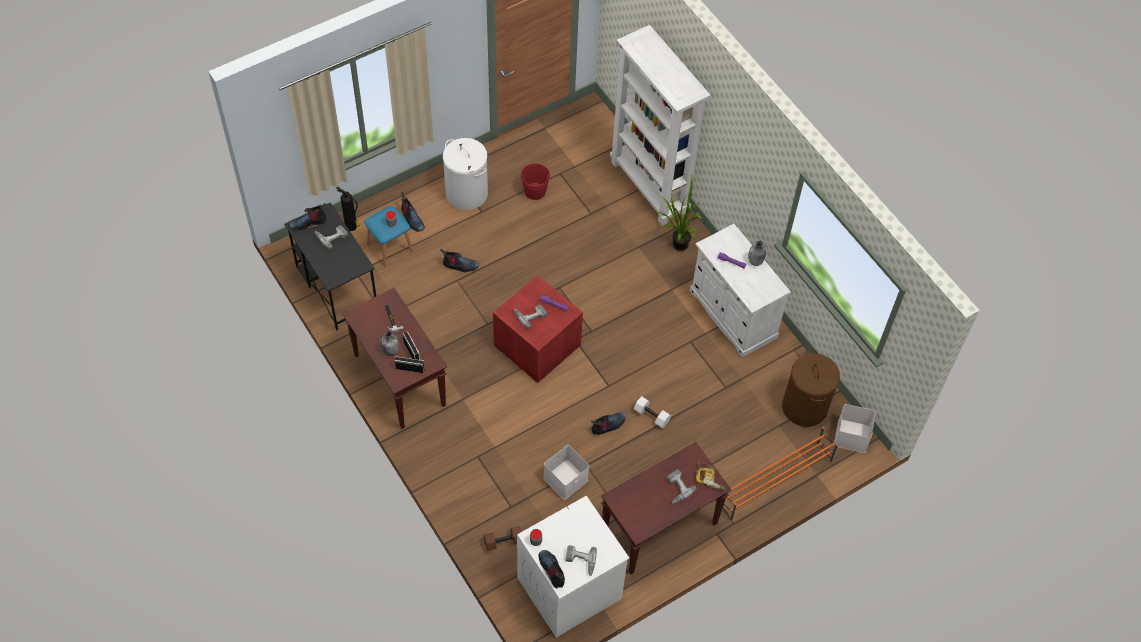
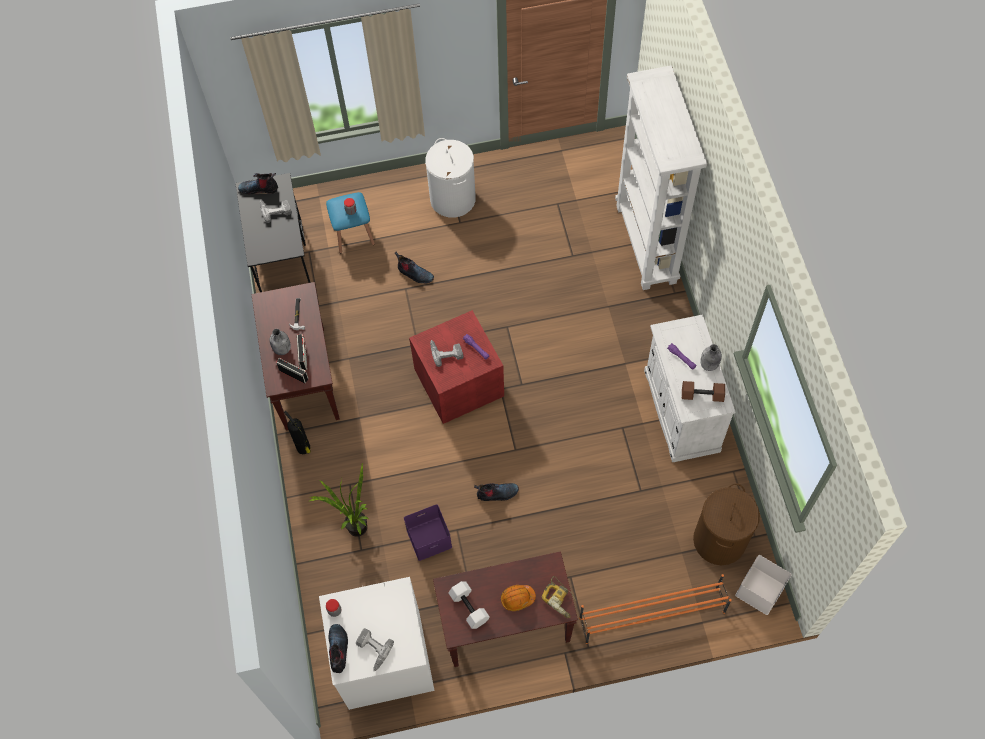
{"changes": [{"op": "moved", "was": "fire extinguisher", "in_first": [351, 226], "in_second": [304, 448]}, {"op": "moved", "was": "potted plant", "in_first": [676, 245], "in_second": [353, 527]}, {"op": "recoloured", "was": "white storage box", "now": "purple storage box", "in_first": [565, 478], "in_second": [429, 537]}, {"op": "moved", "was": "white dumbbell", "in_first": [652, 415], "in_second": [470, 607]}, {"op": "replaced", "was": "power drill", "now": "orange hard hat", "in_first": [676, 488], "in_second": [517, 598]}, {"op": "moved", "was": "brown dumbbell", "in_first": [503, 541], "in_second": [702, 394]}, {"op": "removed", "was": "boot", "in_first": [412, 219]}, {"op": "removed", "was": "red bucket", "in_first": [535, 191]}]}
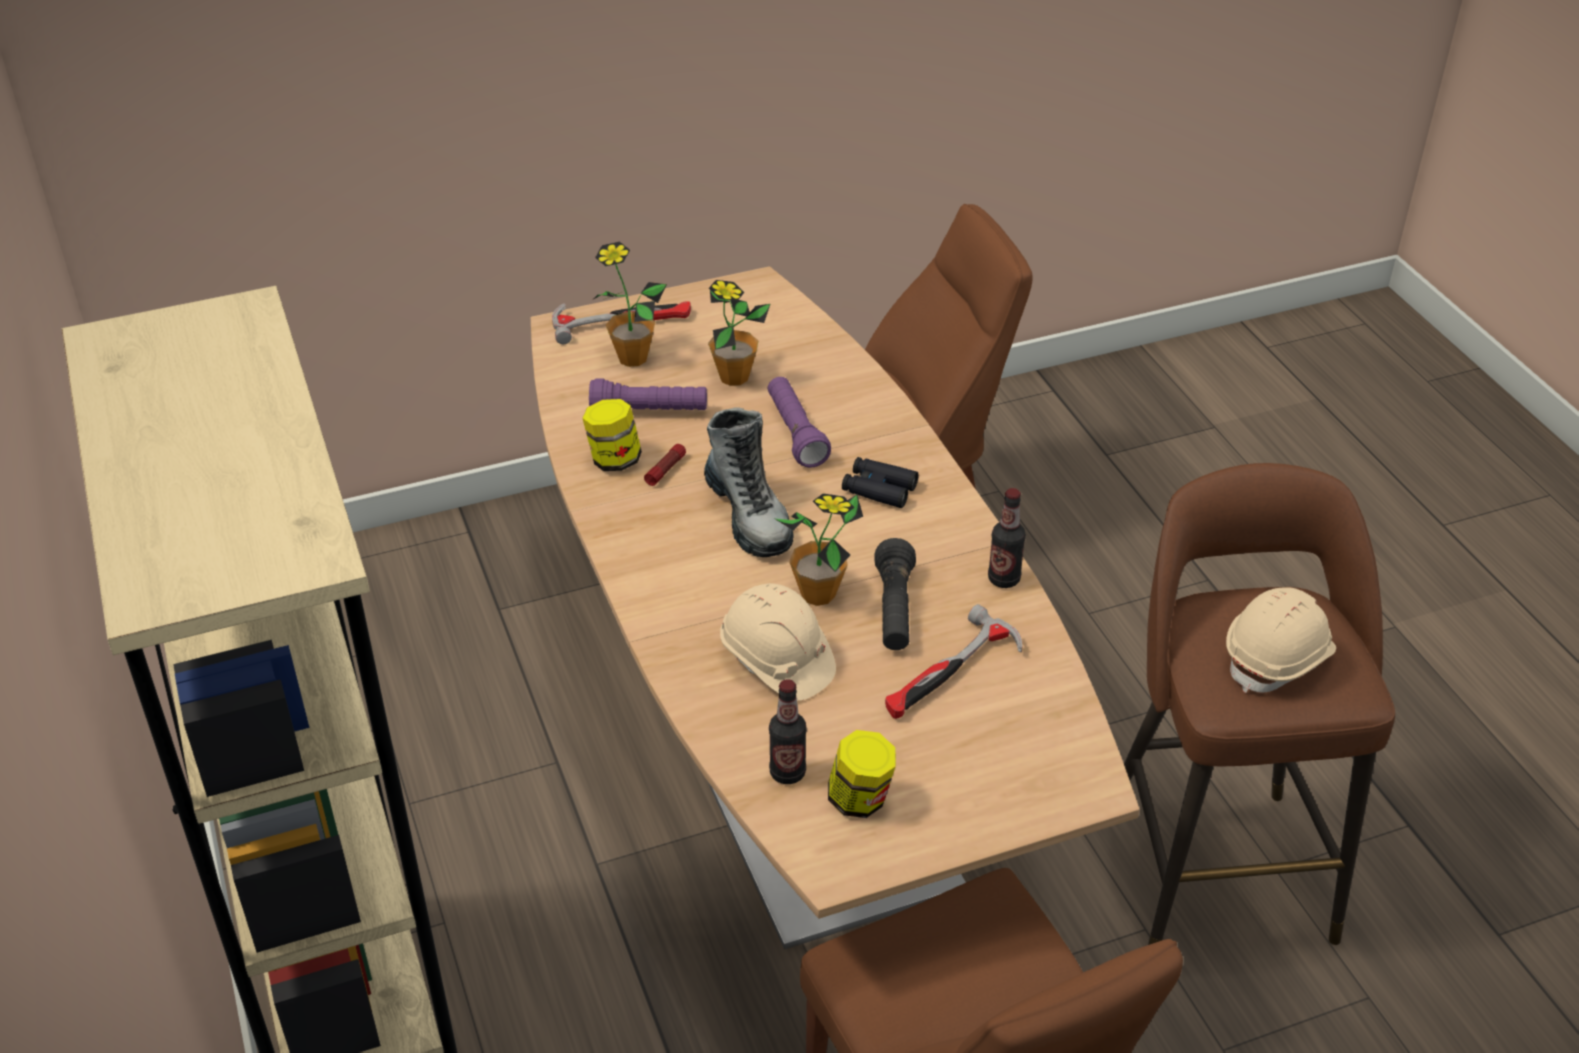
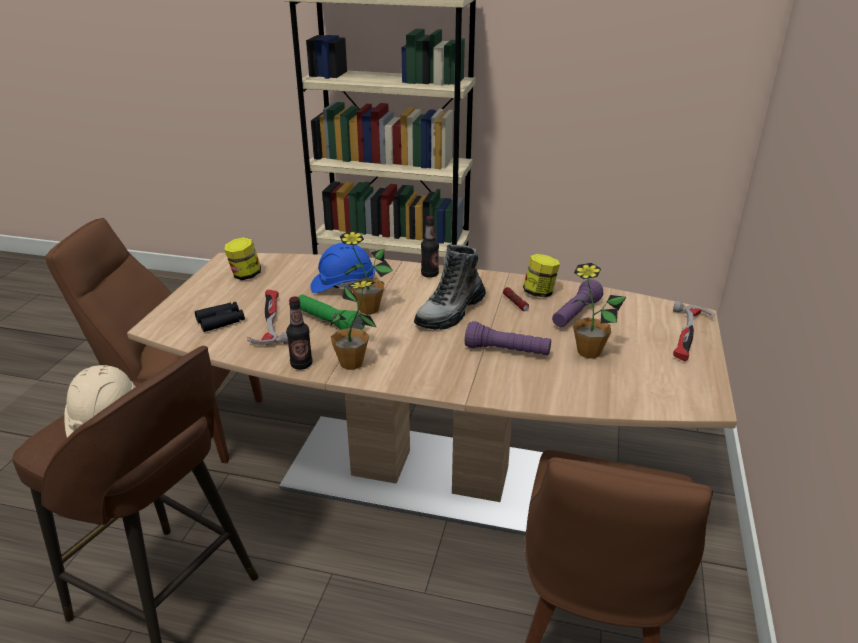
{"changes": [{"op": "moved", "was": "black binoculars", "in_first": [879, 489], "in_second": [221, 321]}, {"op": "recoloured", "was": "black flashlight", "now": "green flashlight", "in_first": [894, 610], "in_second": [328, 324]}, {"op": "recoloured", "was": "beige hard hat", "now": "blue hard hat", "in_first": [776, 660], "in_second": [343, 285]}, {"op": "moved", "was": "potted plant", "in_first": [632, 358], "in_second": [351, 363]}, {"op": "turned", "was": "boot", "in_first": [749, 515], "in_second": [450, 312], "clockwise": -60}, {"op": "moved", "was": "bottle", "in_first": [787, 773], "in_second": [429, 274]}]}
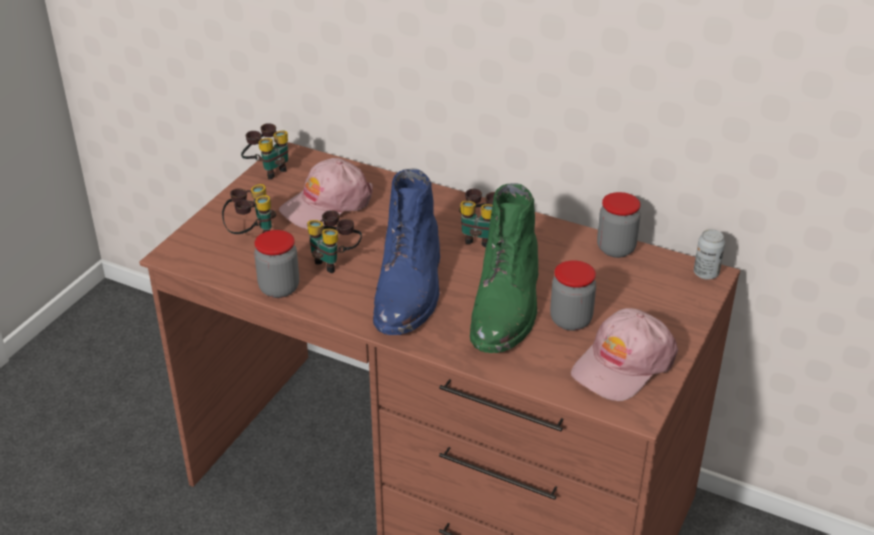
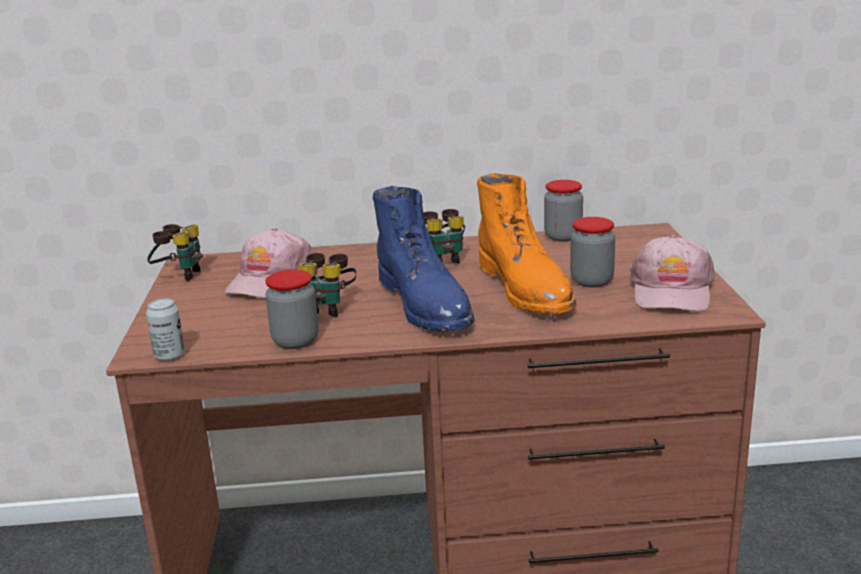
{"changes": [{"op": "moved", "was": "can", "in_first": [706, 273], "in_second": [169, 355]}, {"op": "recoloured", "was": "green boot", "now": "orange boot", "in_first": [507, 306], "in_second": [527, 289]}, {"op": "removed", "was": "binoculars", "in_first": [251, 235]}]}
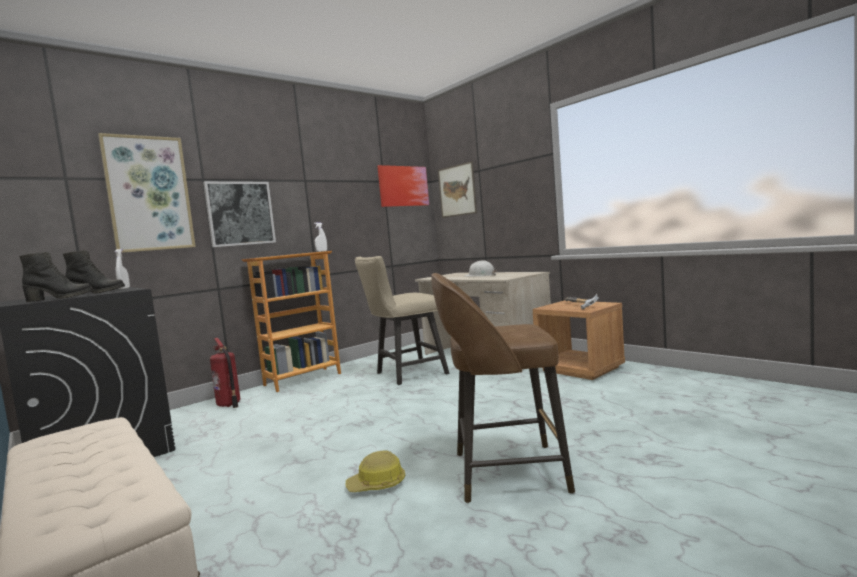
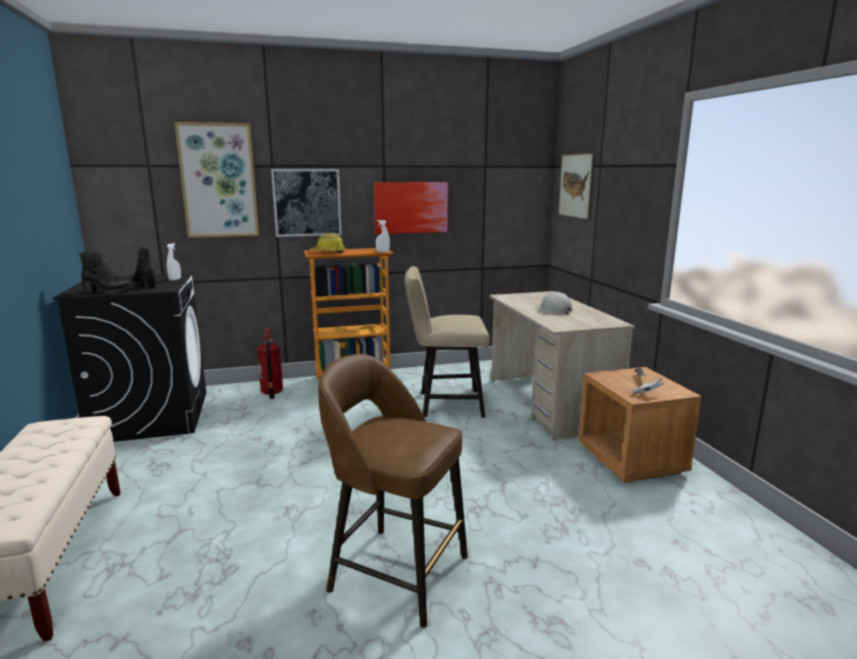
{"changes": [{"op": "turned", "was": "black boot", "in_first": [96, 293], "in_second": [144, 285], "clockwise": -150}, {"op": "moved", "was": "hard hat", "in_first": [377, 485], "in_second": [328, 252]}, {"op": "moved", "was": "picture", "in_first": [403, 186], "in_second": [411, 207]}]}
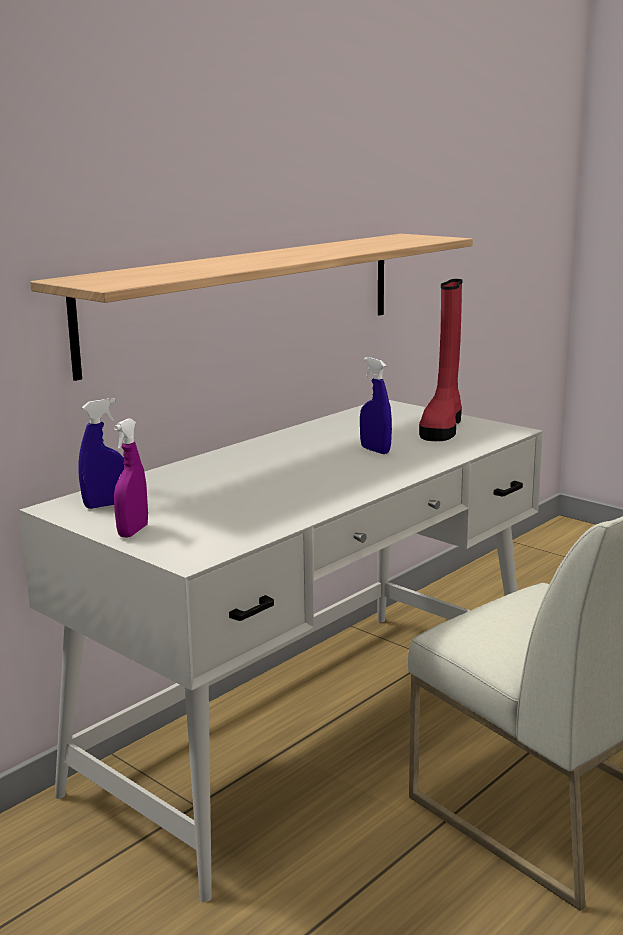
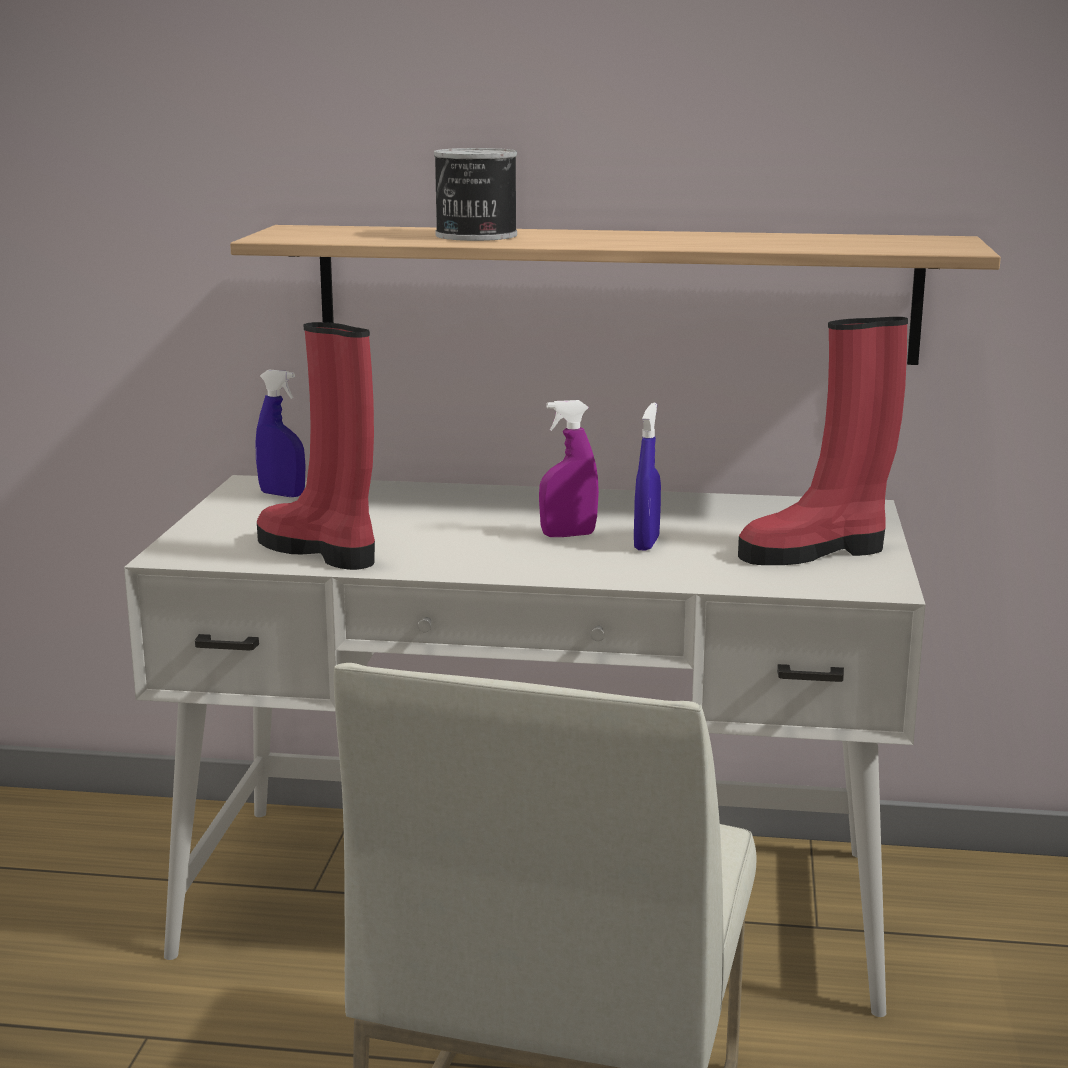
{"changes": [{"op": "added", "now": "red boot", "in_second": [320, 552]}, {"op": "added", "now": "can", "in_second": [475, 235]}, {"op": "moved", "was": "purple spray bottle", "in_first": [133, 531], "in_second": [568, 535]}]}
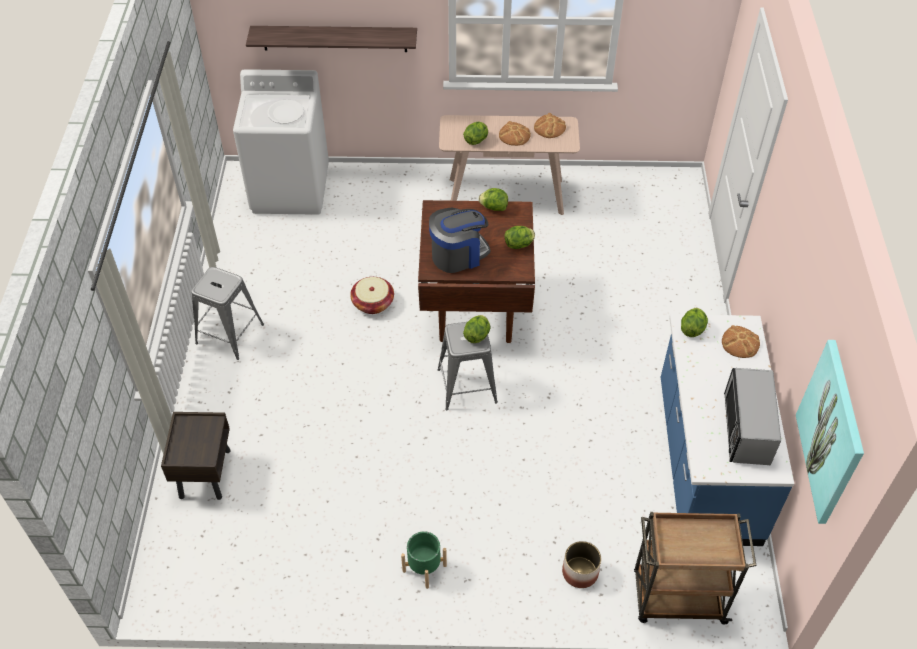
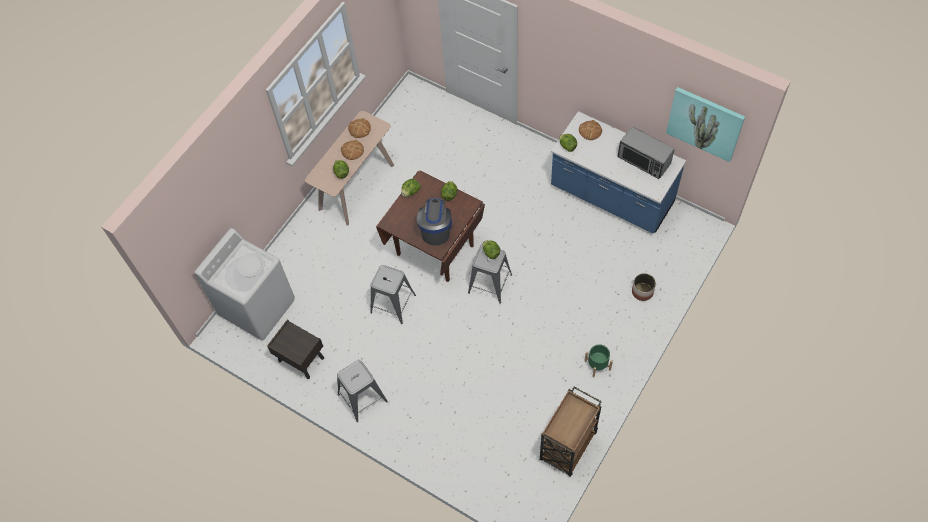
{"changes": [{"op": "moved", "was": "brown nightstand", "in_first": [205, 473], "in_second": [300, 359]}, {"op": "replaced", "was": "basket", "now": "grey stool", "in_first": [373, 303], "in_second": [393, 304]}, {"op": "moved", "was": "brown cart", "in_first": [677, 598], "in_second": [567, 447]}, {"op": "removed", "was": "shelf", "in_first": [334, 38]}]}
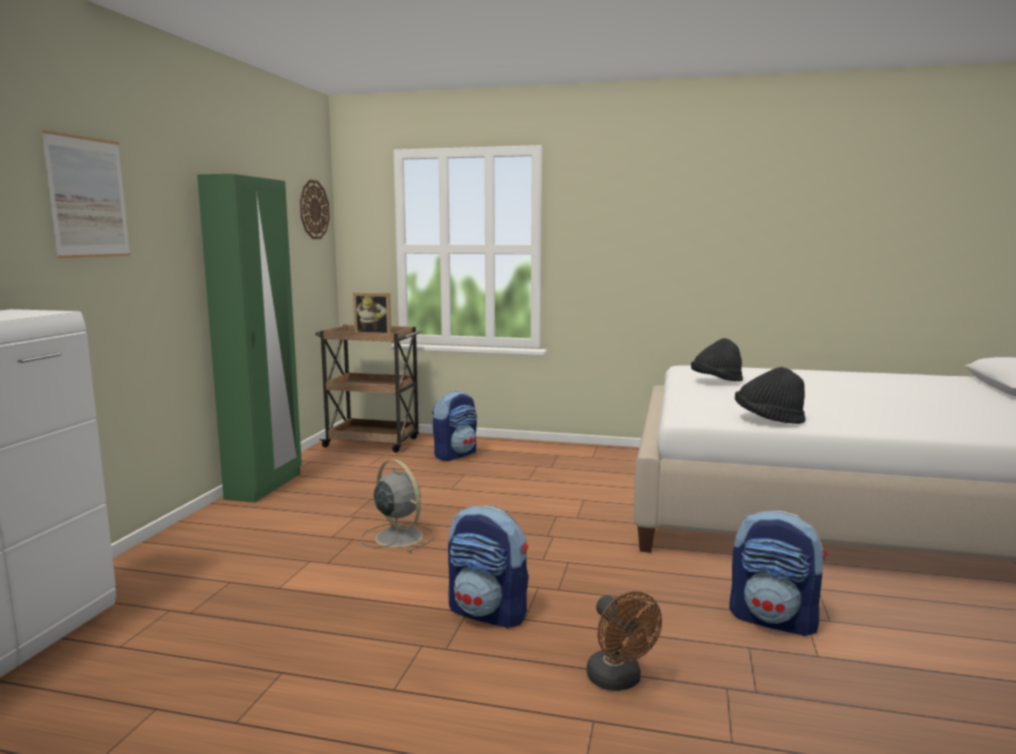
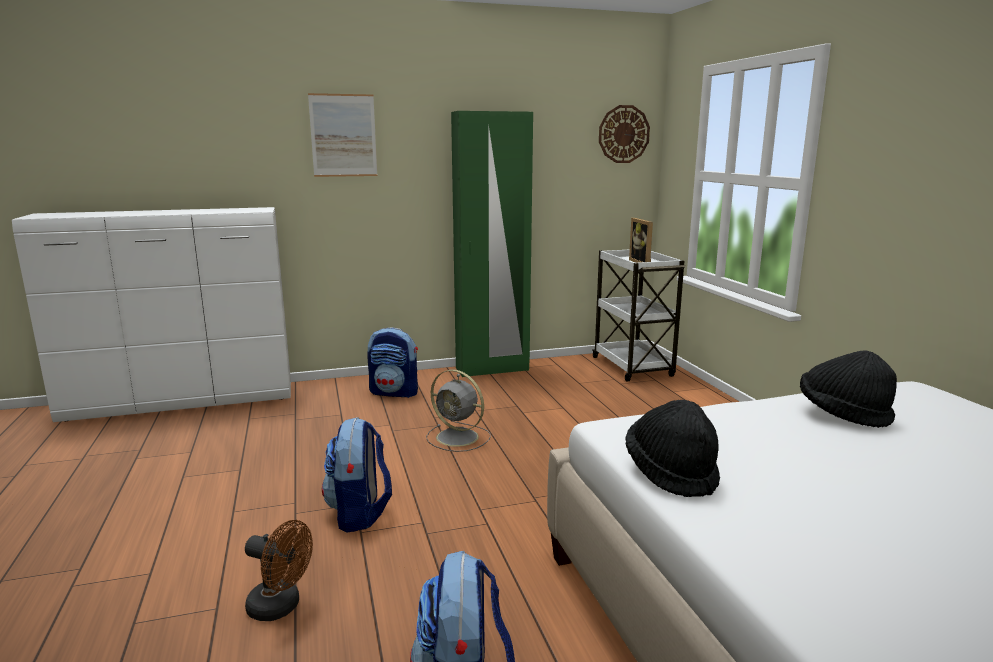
{"changes": [{"op": "turned", "was": "brown fan", "in_first": [619, 681], "in_second": [281, 607], "clockwise": -105}, {"op": "moved", "was": "backpack", "in_first": [455, 454], "in_second": [395, 392]}, {"op": "turned", "was": "grey fan", "in_first": [397, 536], "in_second": [459, 438], "clockwise": 105}, {"op": "recoloured", "was": "brown cart", "now": "white cart", "in_first": [373, 443], "in_second": [633, 367]}]}
